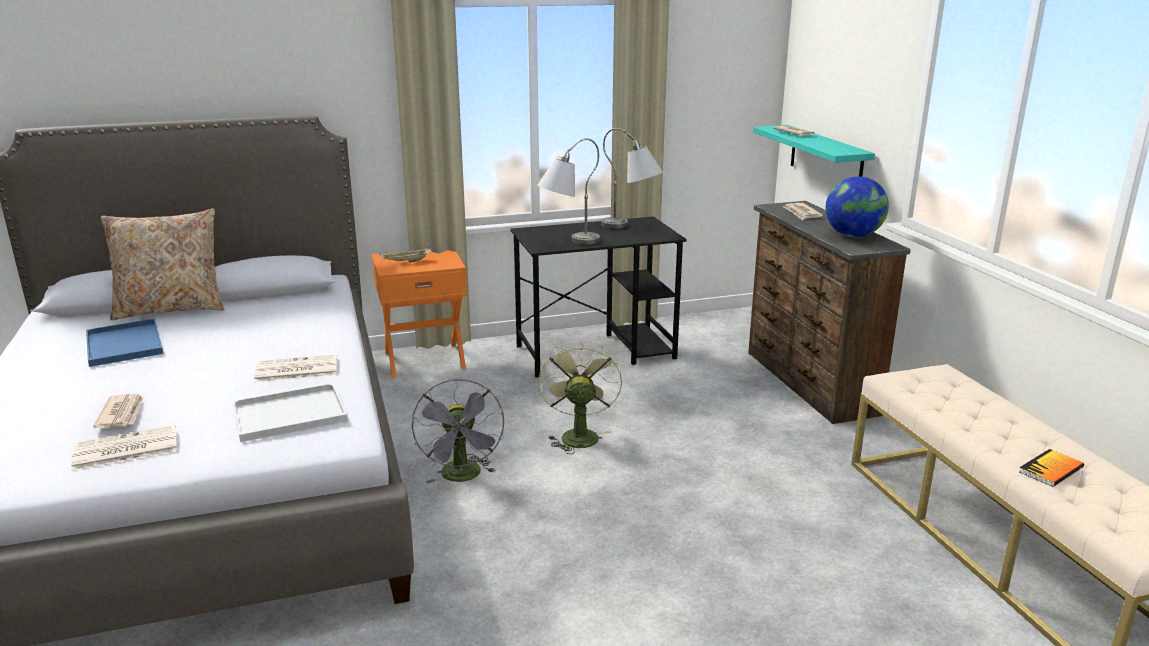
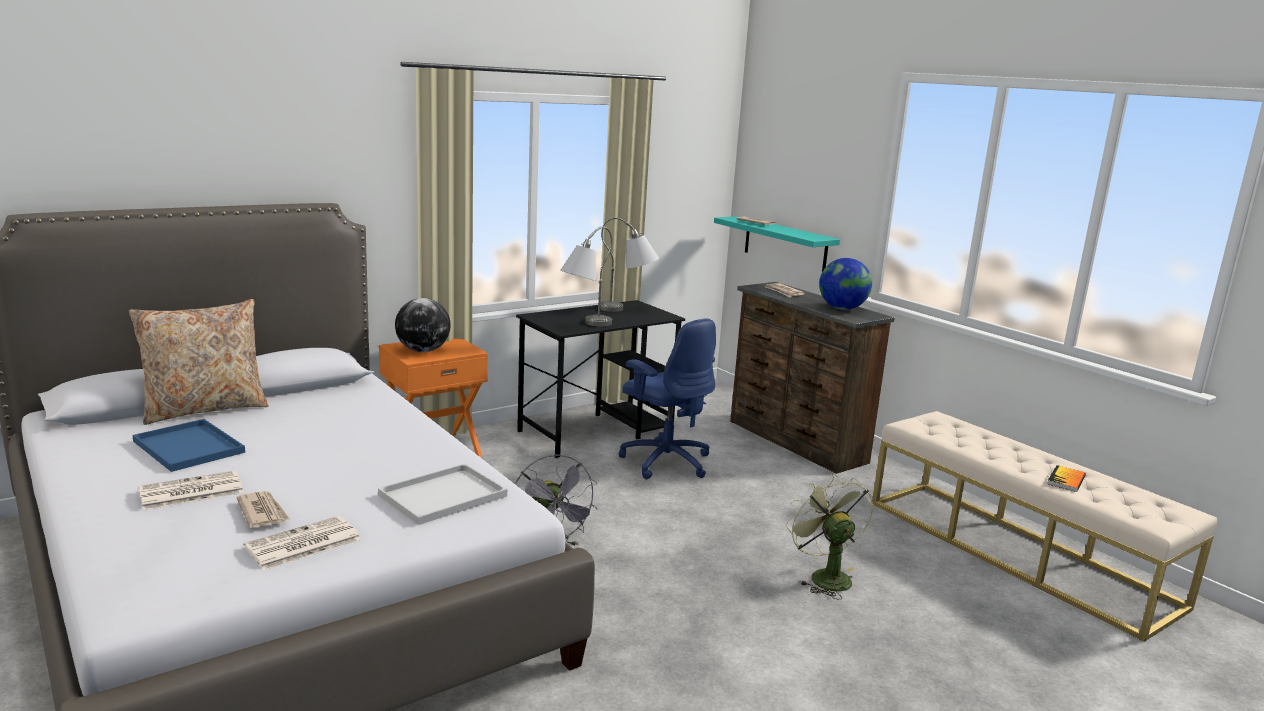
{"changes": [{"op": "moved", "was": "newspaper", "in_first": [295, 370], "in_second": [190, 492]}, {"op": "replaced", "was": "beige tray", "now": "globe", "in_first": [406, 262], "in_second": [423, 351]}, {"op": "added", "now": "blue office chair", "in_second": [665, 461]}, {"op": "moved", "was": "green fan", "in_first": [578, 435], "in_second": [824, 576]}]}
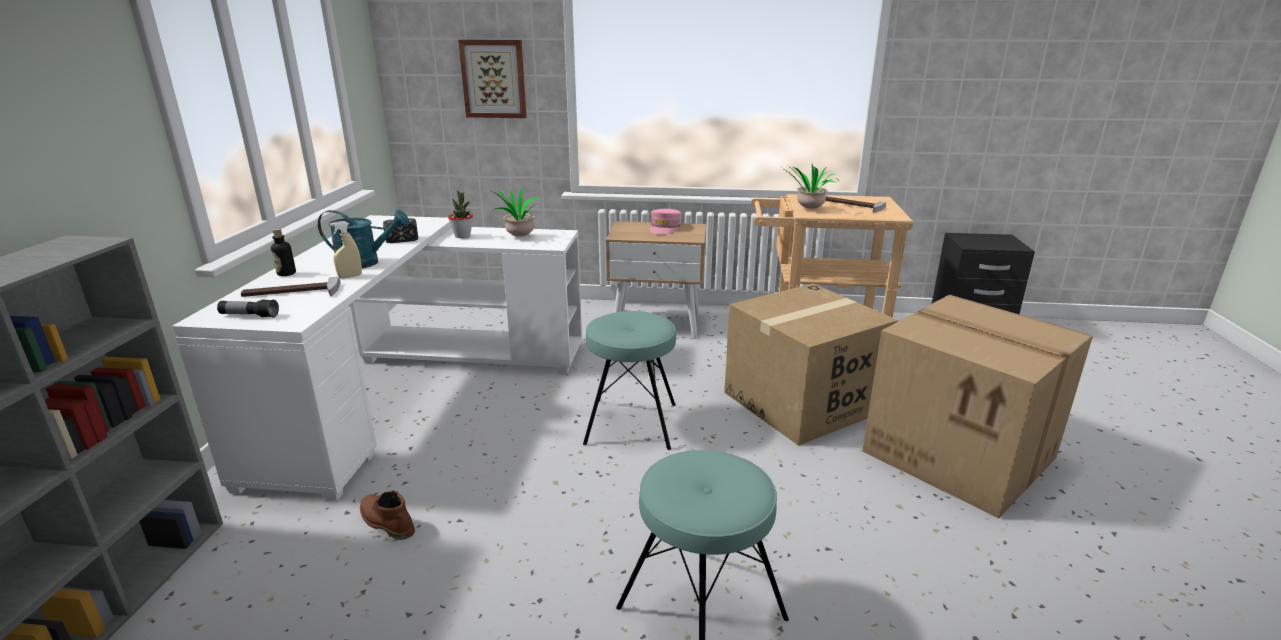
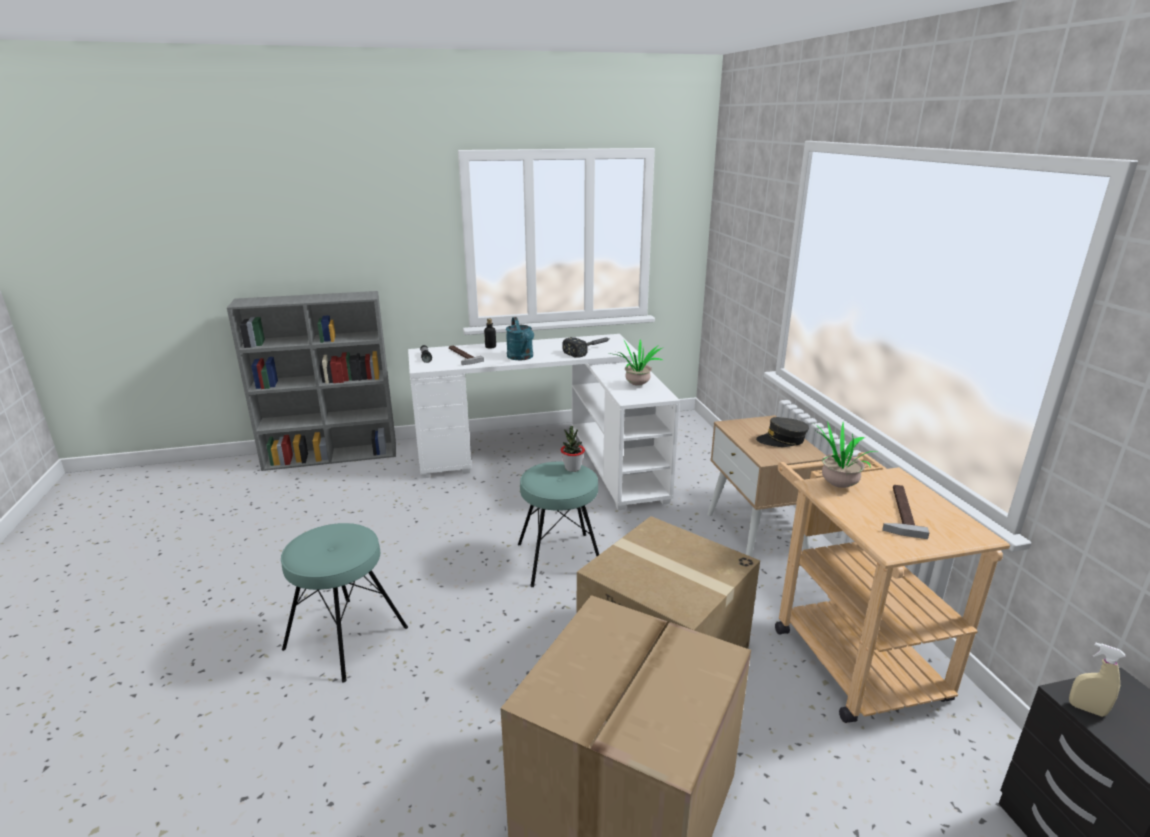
{"changes": [{"op": "moved", "was": "potted plant", "in_first": [462, 236], "in_second": [572, 468]}, {"op": "recoloured", "was": "pink cap", "now": "grey cap", "in_first": [664, 228], "in_second": [782, 440]}, {"op": "moved", "was": "beige spray bottle", "in_first": [350, 276], "in_second": [1086, 709]}, {"op": "removed", "was": "brown boot", "in_first": [386, 523]}, {"op": "removed", "was": "picture", "in_first": [494, 79]}]}
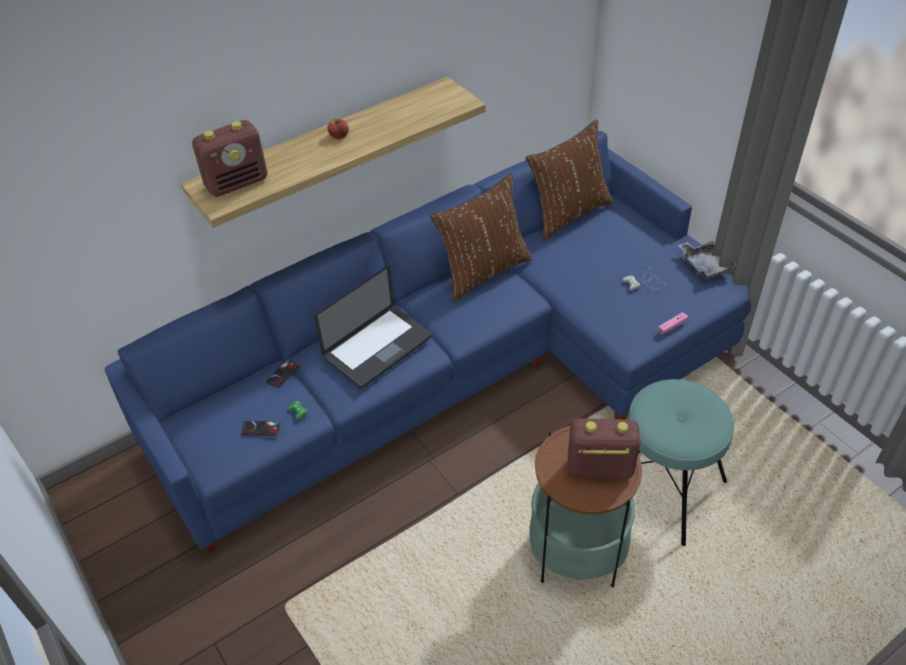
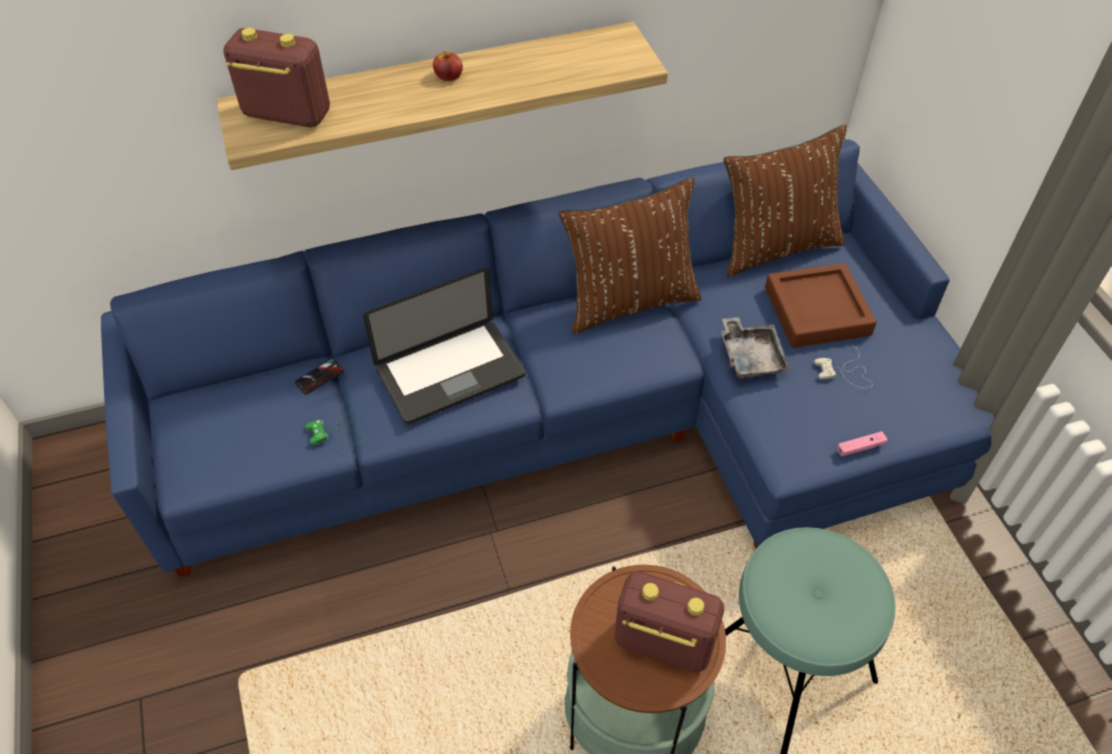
{"changes": [{"op": "turned", "was": "radio", "in_first": [237, 183], "in_second": [286, 115], "clockwise": -150}, {"op": "moved", "was": "grey tray", "in_first": [705, 265], "in_second": [751, 356]}, {"op": "added", "now": "brown tray", "in_second": [817, 311]}, {"op": "removed", "was": "phone", "in_first": [260, 428]}]}
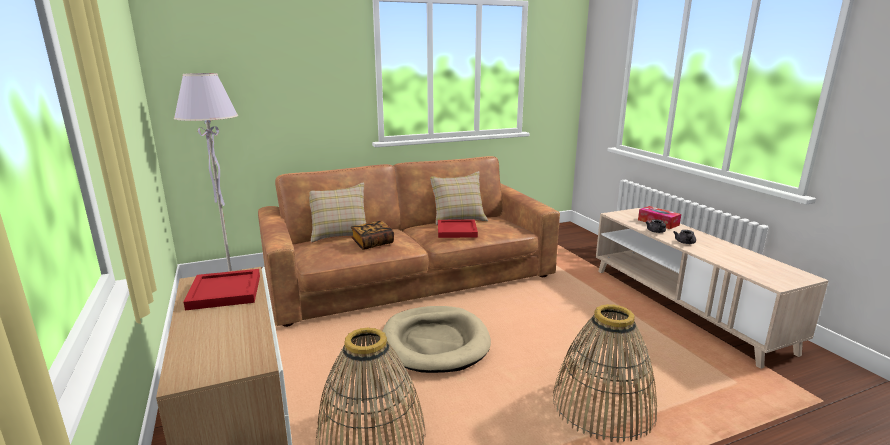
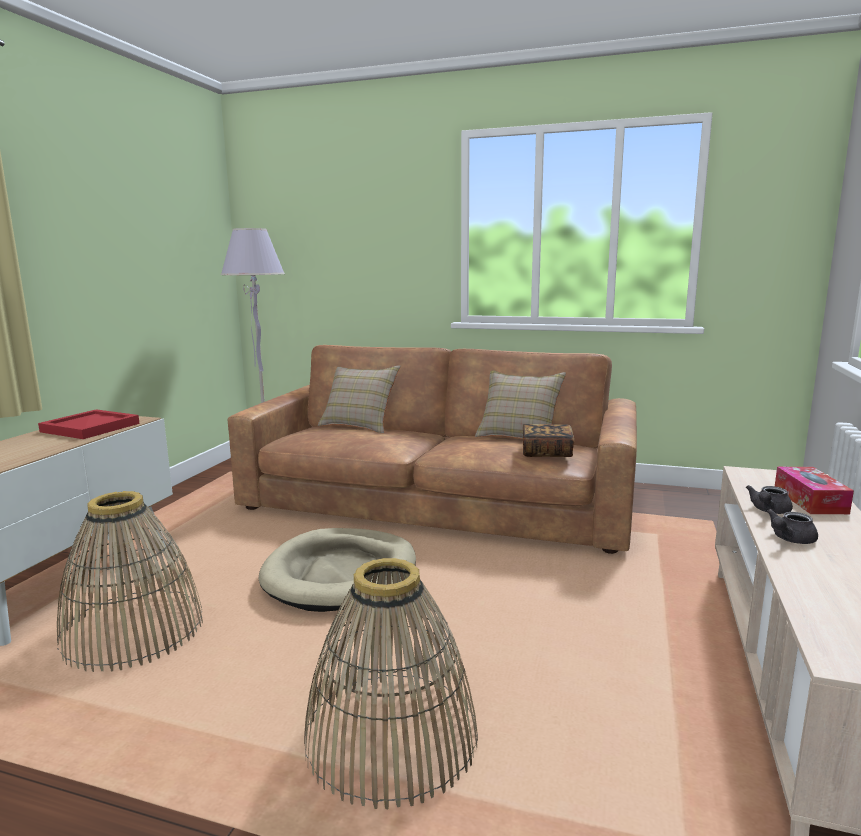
{"changes": [{"op": "moved", "was": "book", "in_first": [372, 243], "in_second": [546, 452]}, {"op": "removed", "was": "red tray", "in_first": [456, 231]}]}
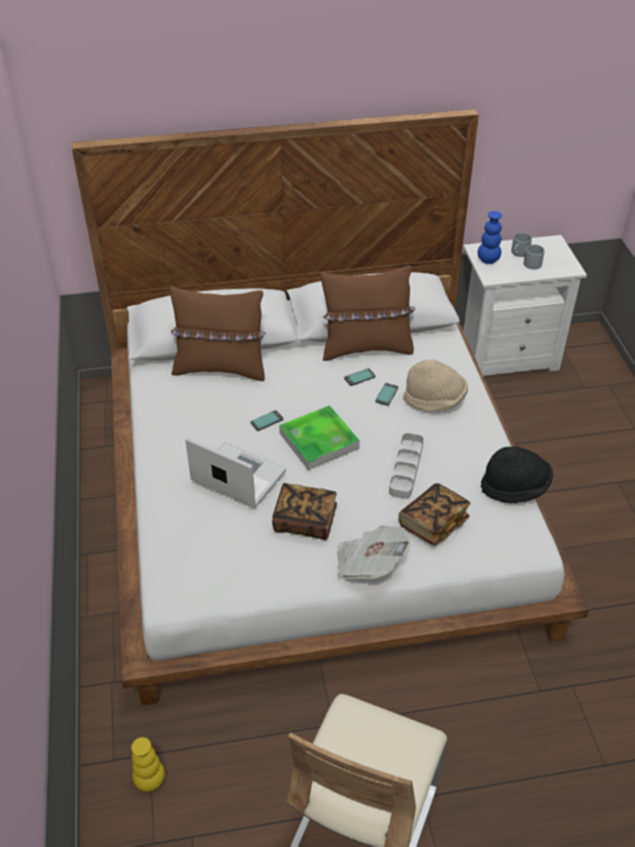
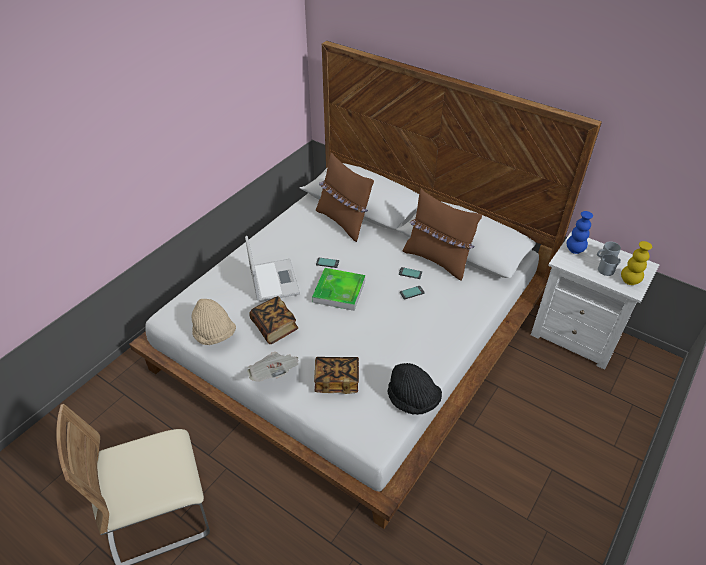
{"changes": [{"op": "moved", "was": "beige hat", "in_first": [434, 400], "in_second": [214, 334]}, {"op": "moved", "was": "yellow vase", "in_first": [150, 780], "in_second": [629, 281]}, {"op": "removed", "was": "grey tray", "in_first": [406, 468]}]}
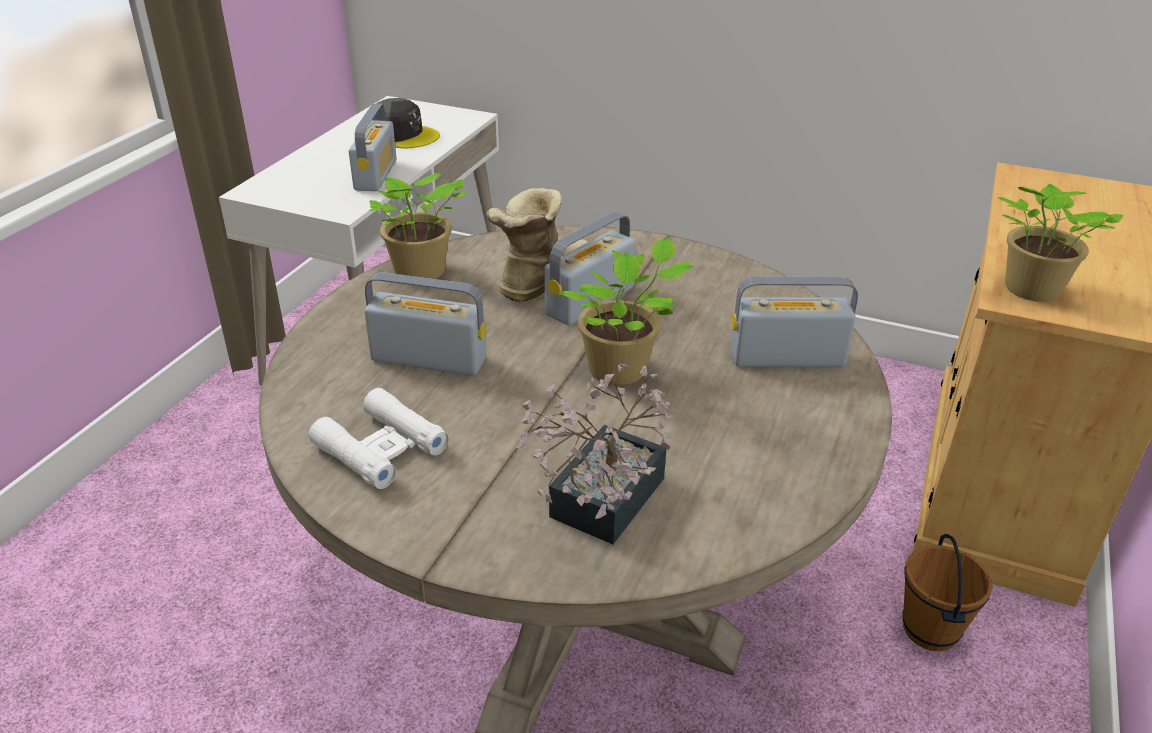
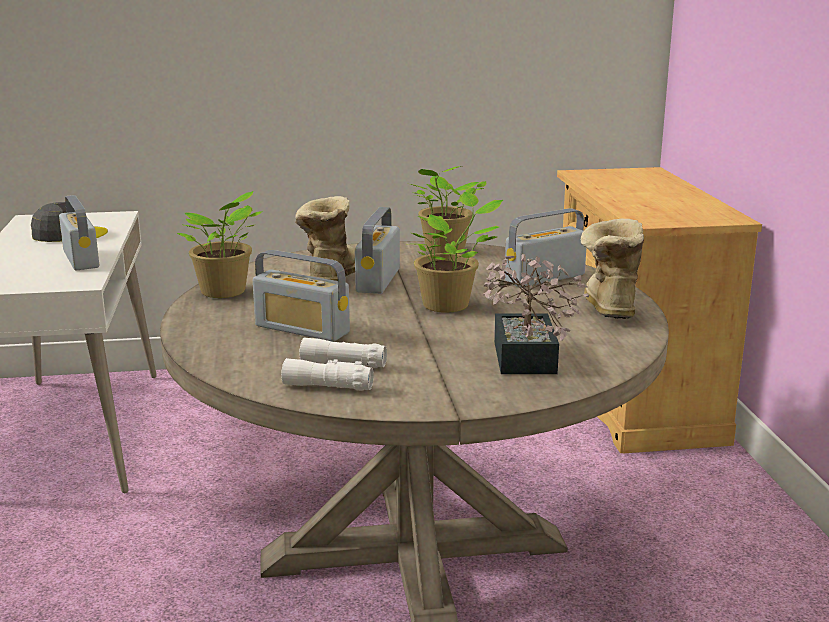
{"changes": [{"op": "turned", "was": "radio", "in_first": [428, 359], "in_second": [302, 329], "clockwise": -135}, {"op": "moved", "was": "potted plant", "in_first": [1029, 290], "in_second": [443, 251]}, {"op": "added", "now": "boot", "in_second": [608, 307]}, {"op": "removed", "was": "brown bucket", "in_first": [928, 630]}]}
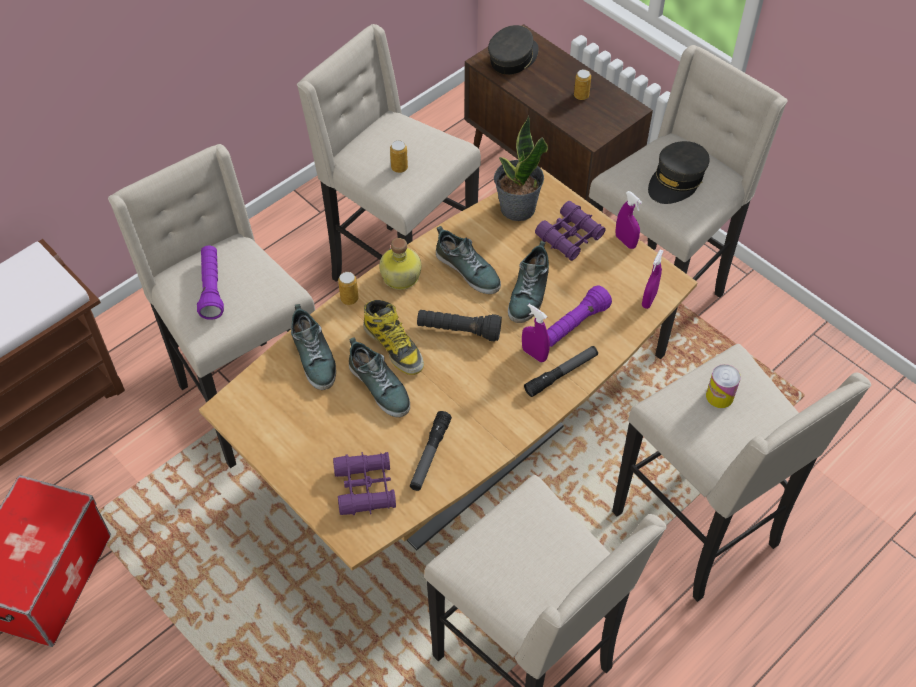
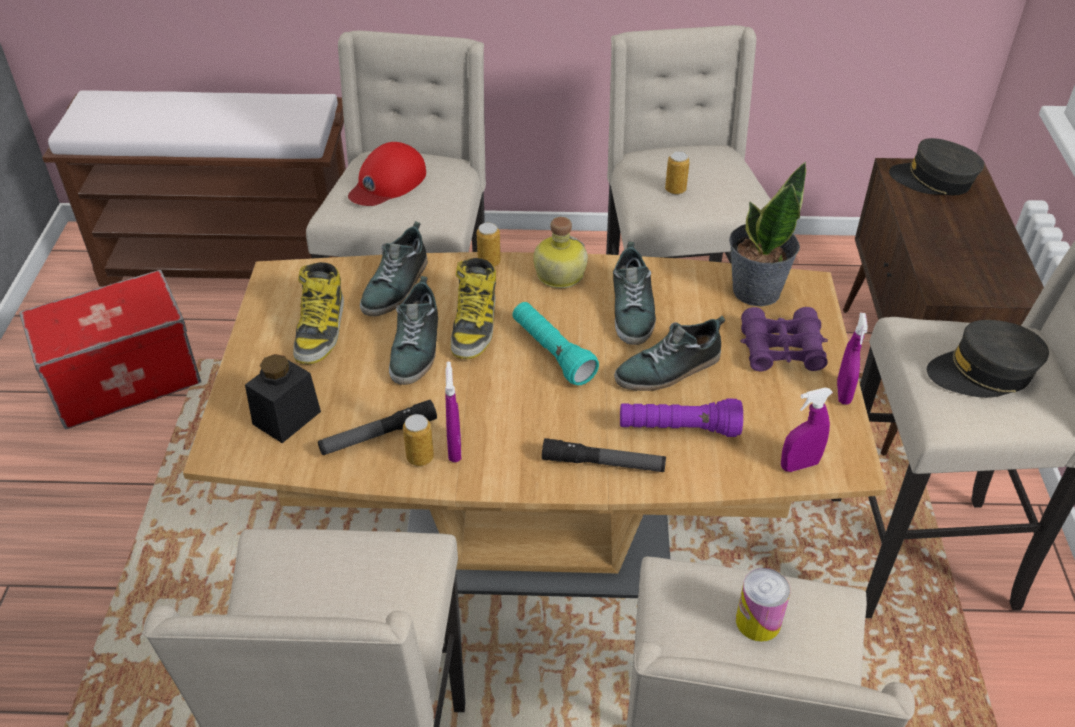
{"changes": [{"op": "replaced", "was": "purple binoculars", "now": "black jar", "in_first": [365, 488], "in_second": [286, 418]}, {"op": "added", "now": "boot", "in_second": [320, 329]}, {"op": "replaced", "was": "purple flashlight", "now": "red cap", "in_first": [211, 288], "in_second": [387, 182]}, {"op": "moved", "was": "can", "in_first": [581, 96], "in_second": [420, 457]}, {"op": "moved", "was": "purple spray bottle", "in_first": [534, 354], "in_second": [454, 448]}, {"op": "recoloured", "was": "black flashlight", "now": "turquoise flashlight", "in_first": [458, 331], "in_second": [552, 353]}, {"op": "turned", "was": "grey cap", "in_first": [513, 58], "in_second": [933, 180], "clockwise": -150}]}
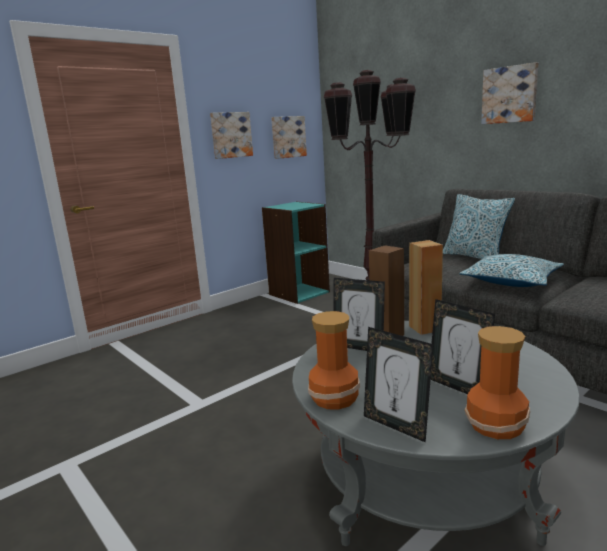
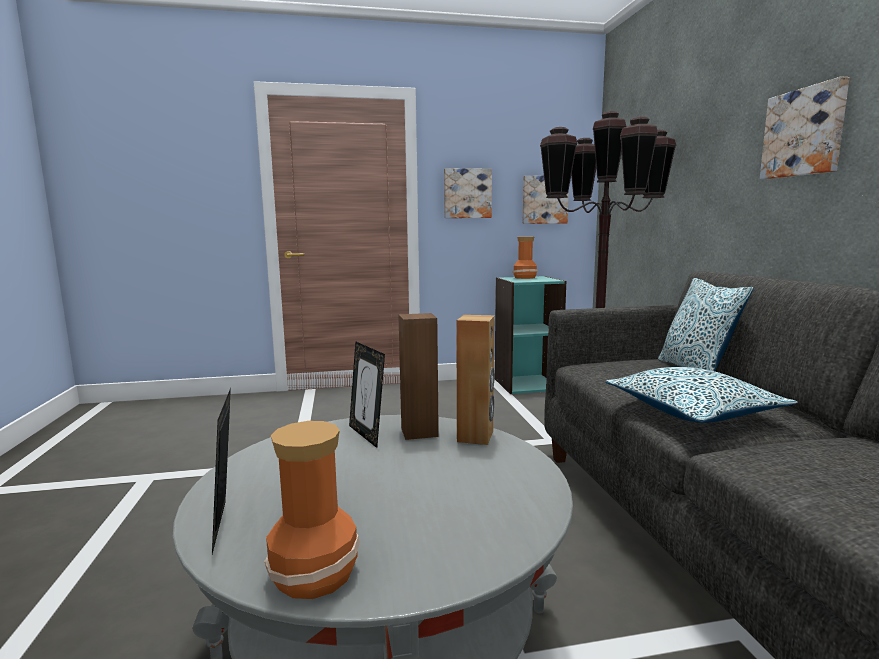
{"changes": [{"op": "moved", "was": "vase", "in_first": [335, 398], "in_second": [524, 277]}, {"op": "removed", "was": "picture frame", "in_first": [458, 387]}]}
